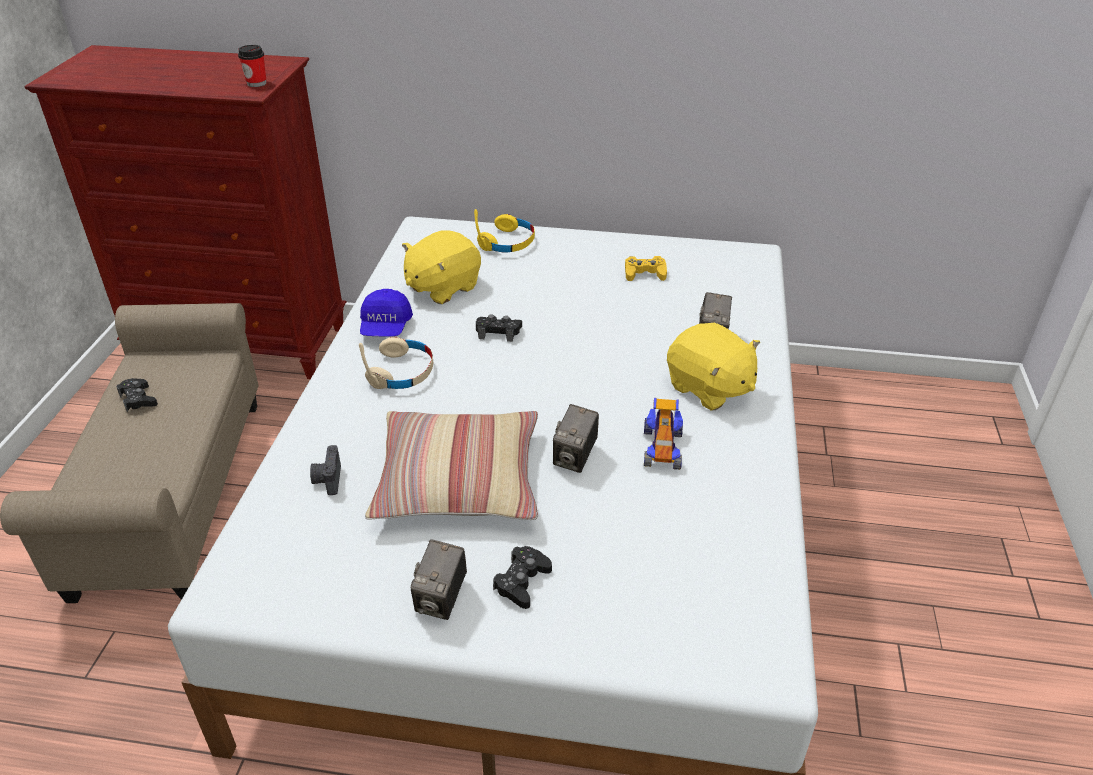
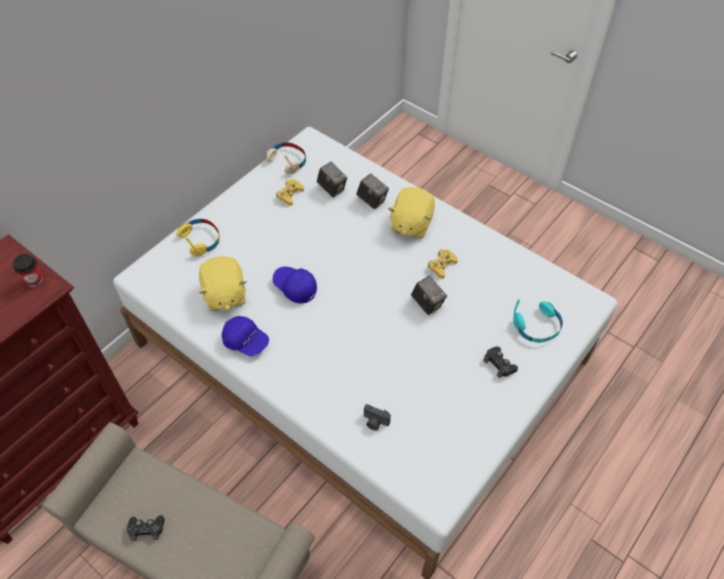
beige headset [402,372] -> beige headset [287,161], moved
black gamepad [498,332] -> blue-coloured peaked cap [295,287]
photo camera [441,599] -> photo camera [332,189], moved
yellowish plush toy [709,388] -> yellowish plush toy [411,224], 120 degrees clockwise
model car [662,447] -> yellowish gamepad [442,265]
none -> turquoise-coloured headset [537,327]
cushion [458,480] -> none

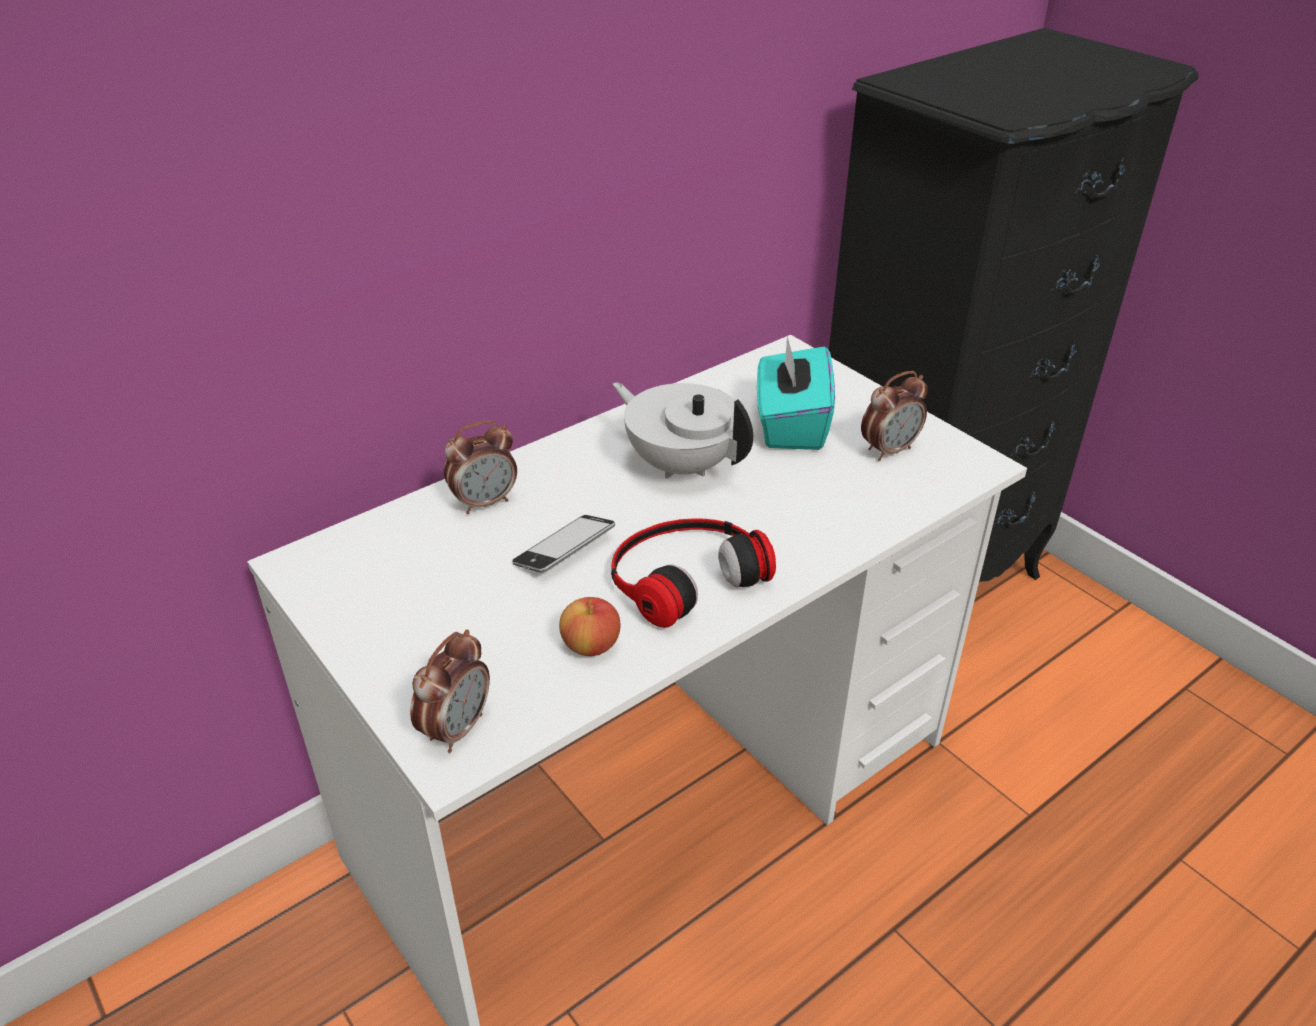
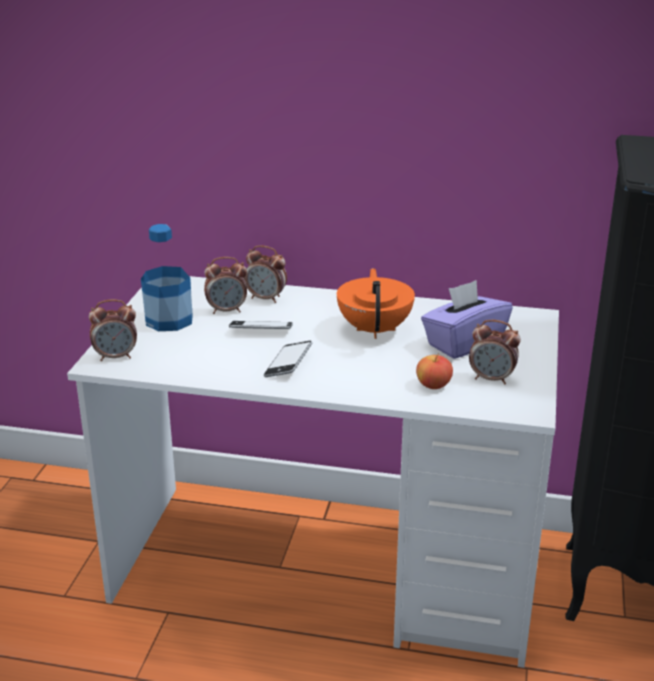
none -> bottle [169,320]
none -> table clock [227,310]
headset [683,574] -> phone [288,364]
white tea pot [681,464] -> orangey tea pot [375,329]
whole apple [591,645] -> whole apple [433,385], moved
turquoise-coloured tissue box [790,425] -> purple-coloured tissue box [464,343]

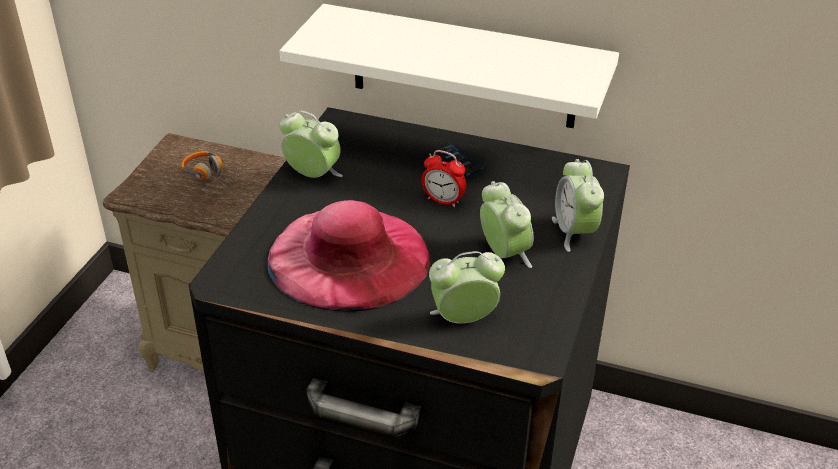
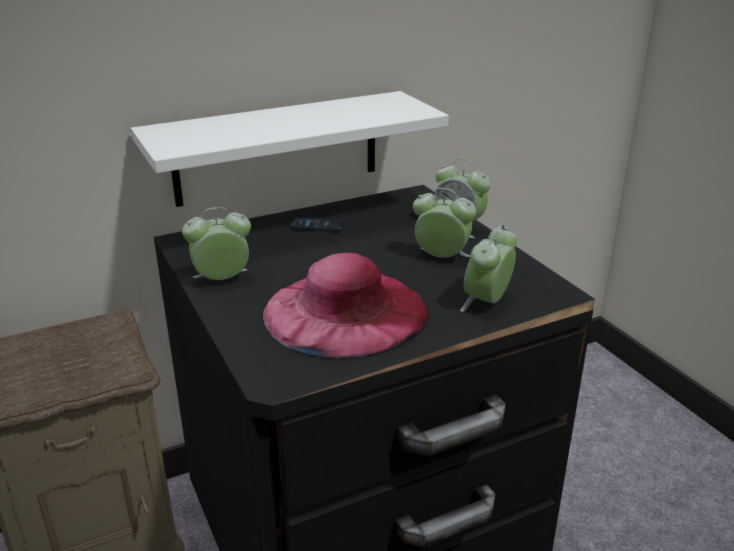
headset [211,177] -> none
table clock [443,201] -> none

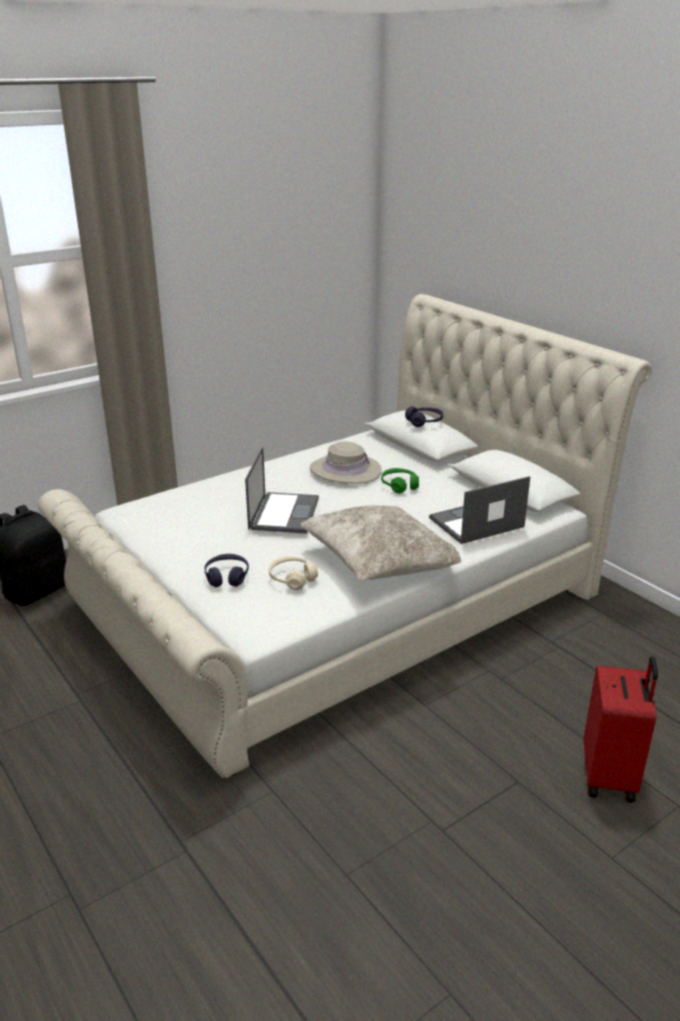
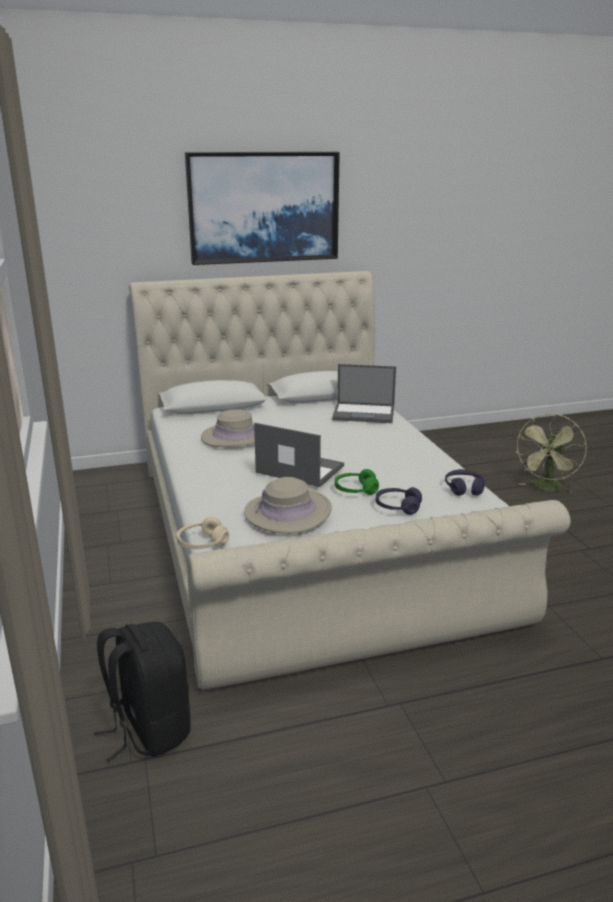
beige headset [292,579] -> beige headset [202,543], moved
none -> wall art [264,207]
none -> beige hat [288,512]
portable computer [475,523] -> portable computer [364,413], 75 degrees counterclockwise
green headset [399,485] -> green headset [356,490], moved
purple-coloured headset [424,422] -> purple-coloured headset [464,488], moved
reddish suitcase [610,776] -> green fan [546,489]
beige cushion [380,560] -> none

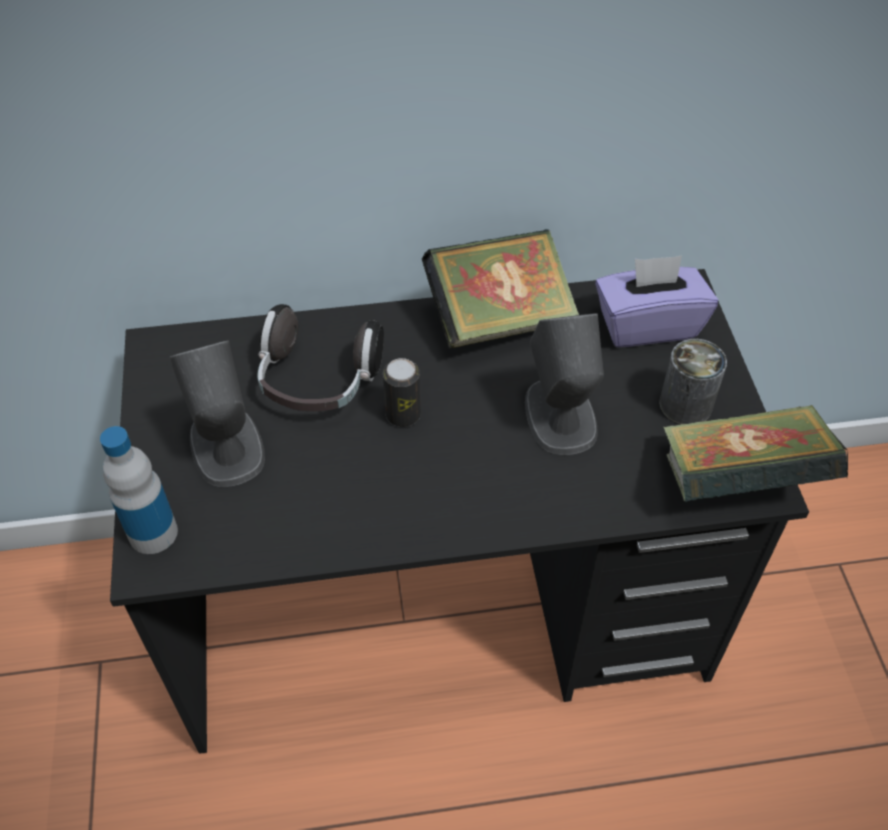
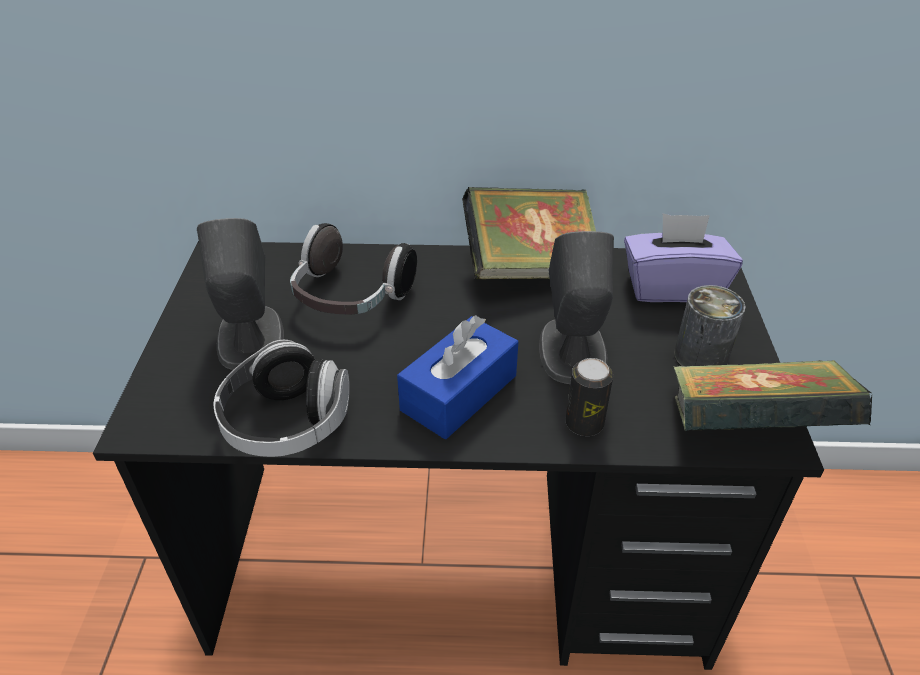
none -> headset [287,422]
none -> blue-coloured tissue box [459,393]
metal can [403,414] -> metal can [584,423], moved
bottle [153,533] -> none

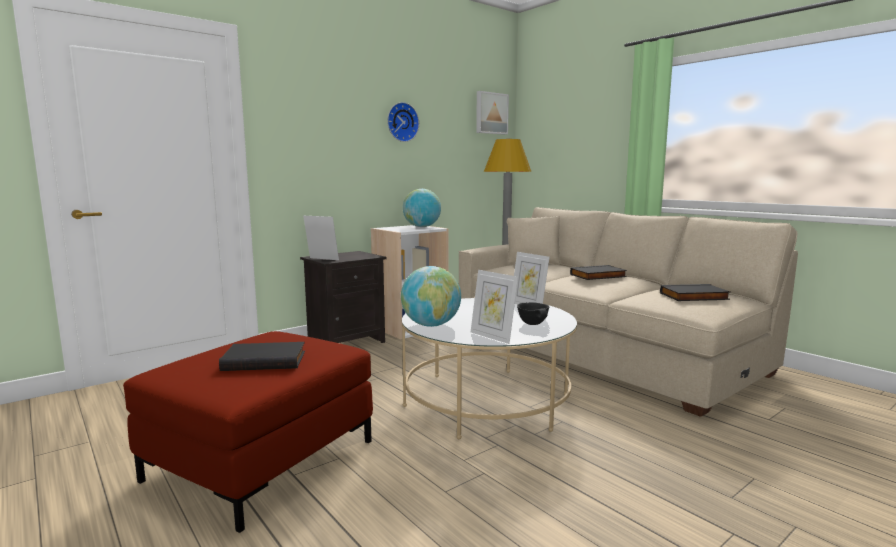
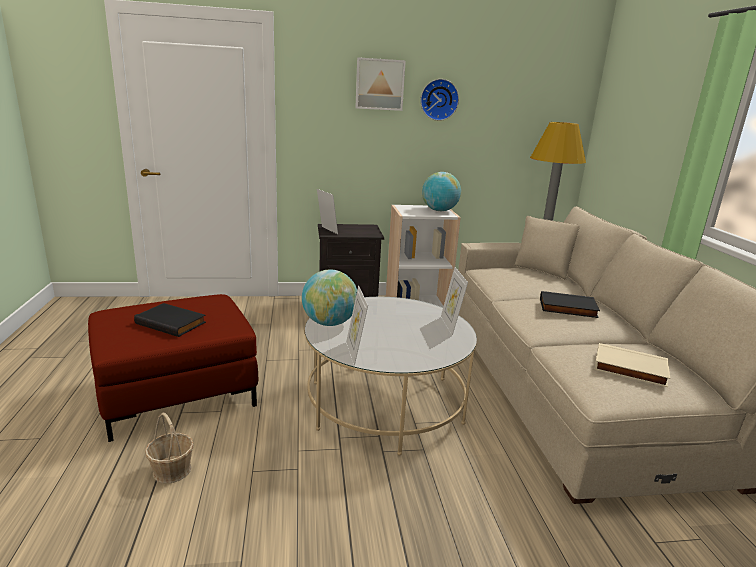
none -> basket [172,470]
wall art [491,113] -> wall art [379,84], moved
black volume [694,297] -> beige volume [629,369]
black bowl [533,324] -> none

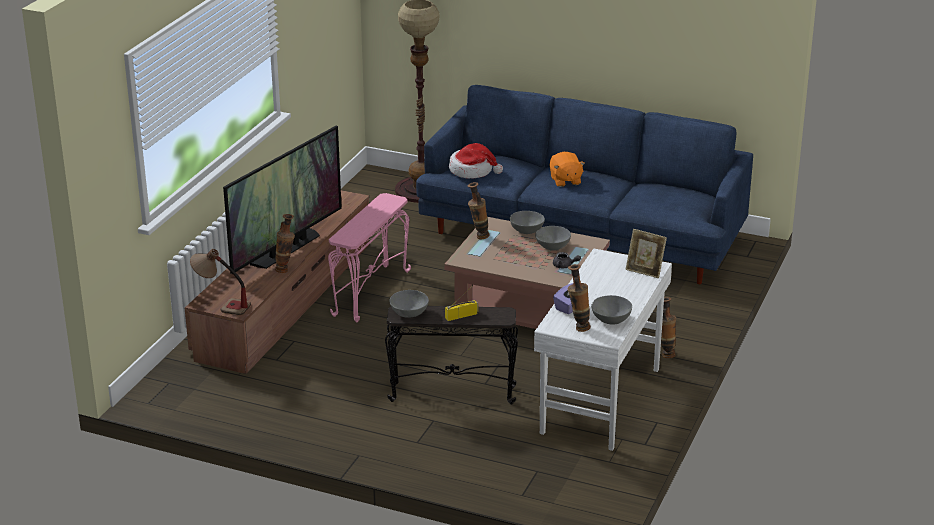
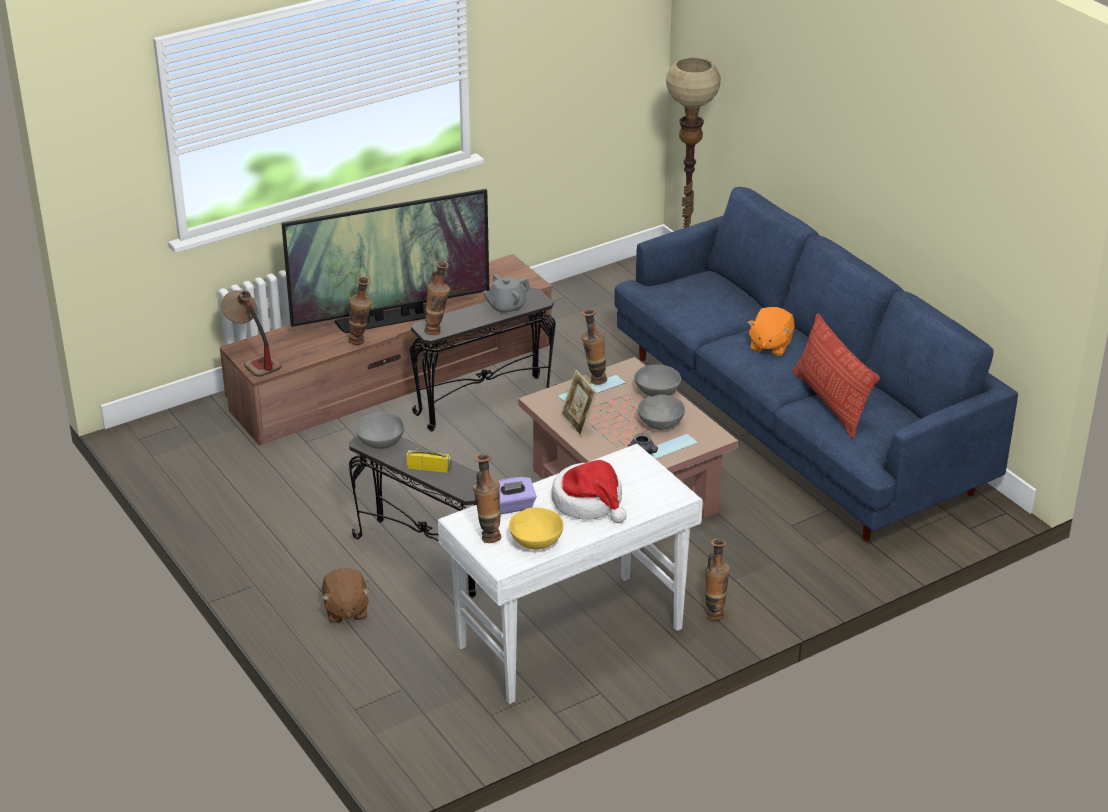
none -> brown plush toy [345,610]
pinkish accent table [371,293] -> black accent table [484,403]
none -> flower vase [438,331]
none -> greyish tea pot [506,307]
greyish bowl [611,320] -> yellowish bowl [536,542]
hat [472,171] -> hat [589,502], moved
standing frame [645,271] -> standing frame [578,424], moved
none -> cushion [830,402]

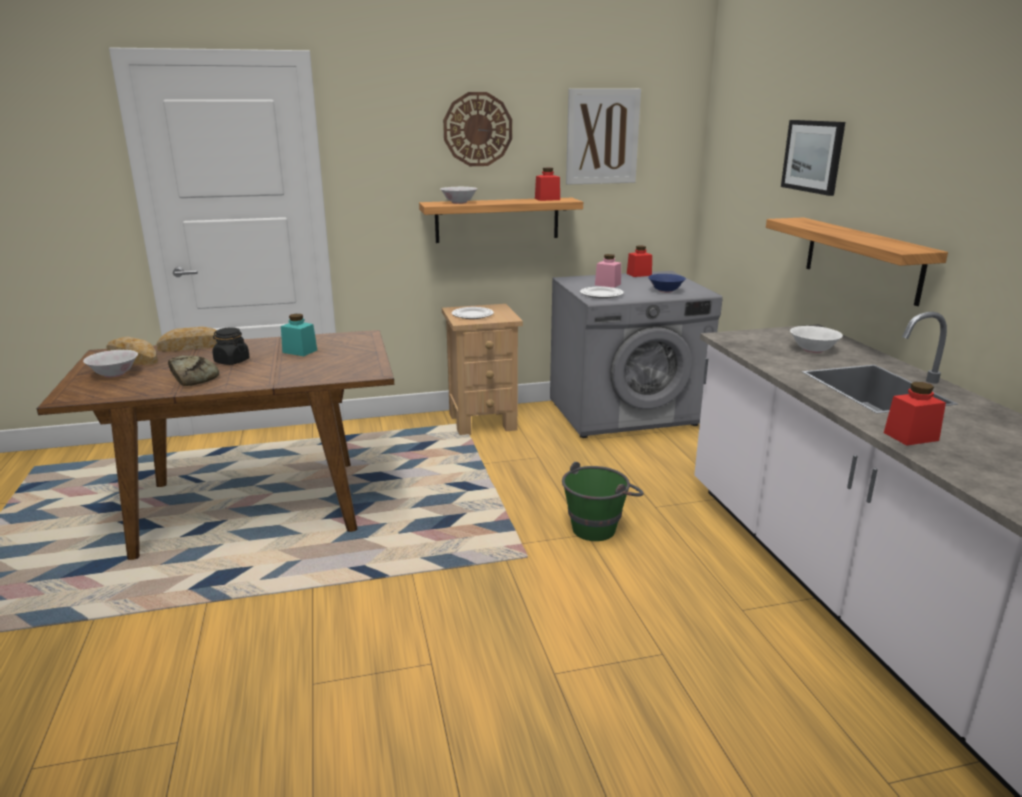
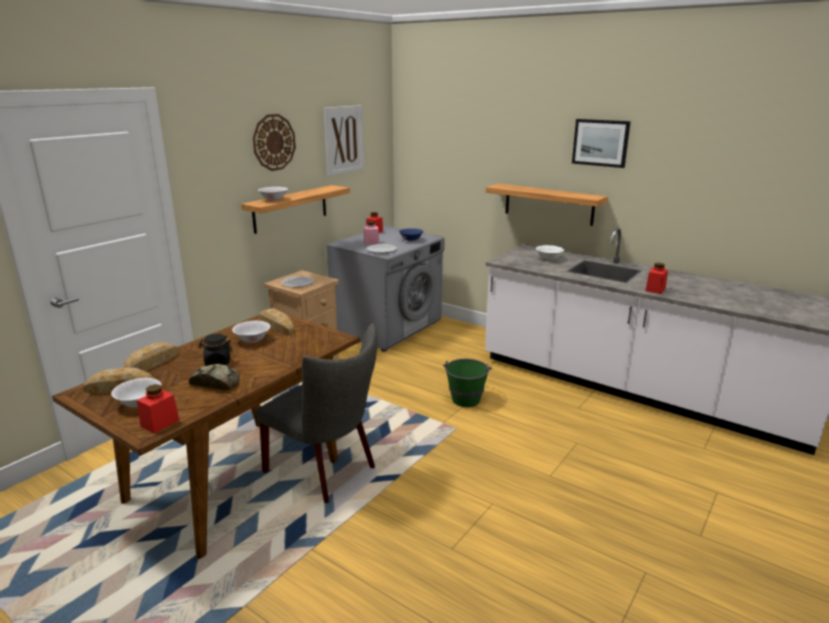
reddish storage jar [547,199] -> reddish storage jar [160,423], moved
turquoise-coloured storage jar [300,351] -> white bowl [253,340]
none -> greyish plain chair [326,471]
none -> bread [276,326]
wall art [813,156] -> wall art [600,142], moved

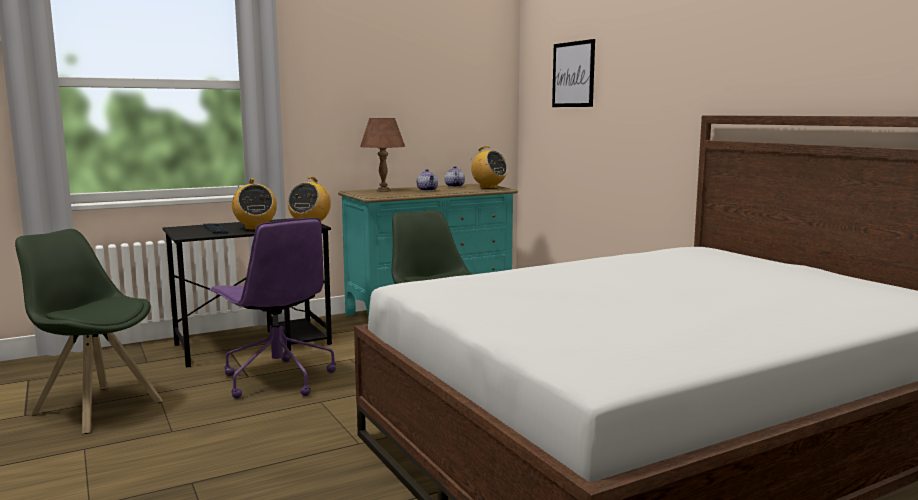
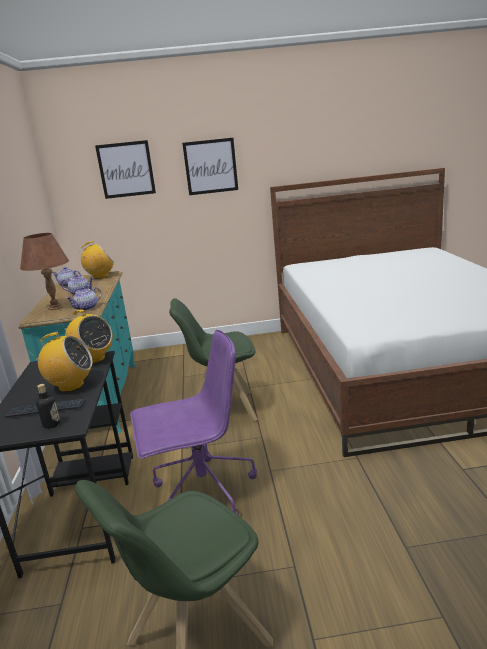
none -> bottle [51,424]
none -> tea pot [87,308]
none -> wall art [210,166]

